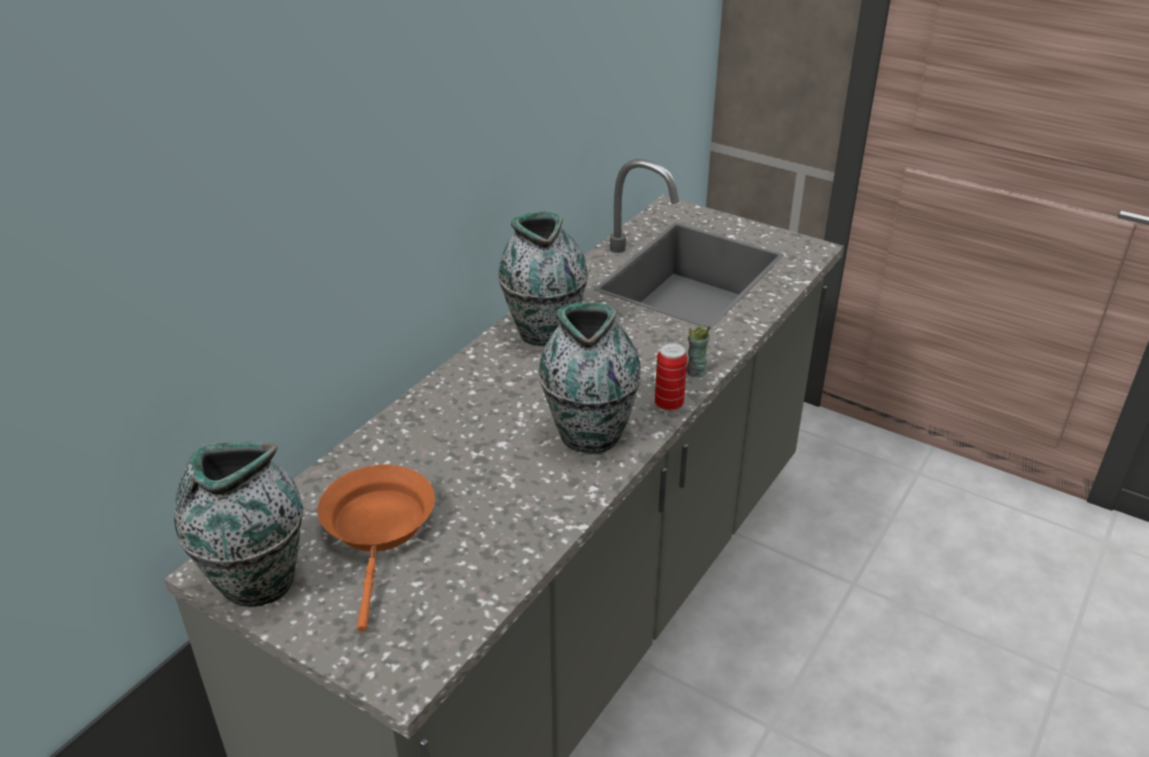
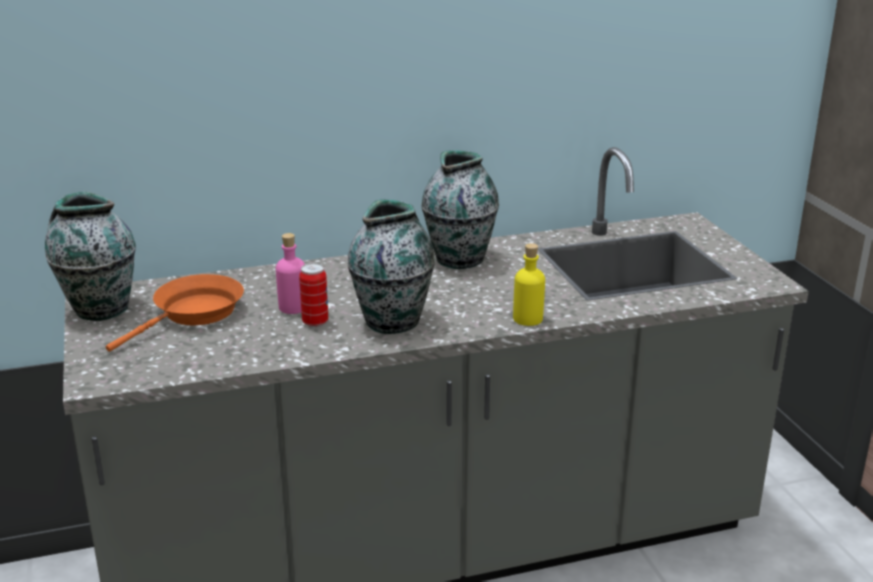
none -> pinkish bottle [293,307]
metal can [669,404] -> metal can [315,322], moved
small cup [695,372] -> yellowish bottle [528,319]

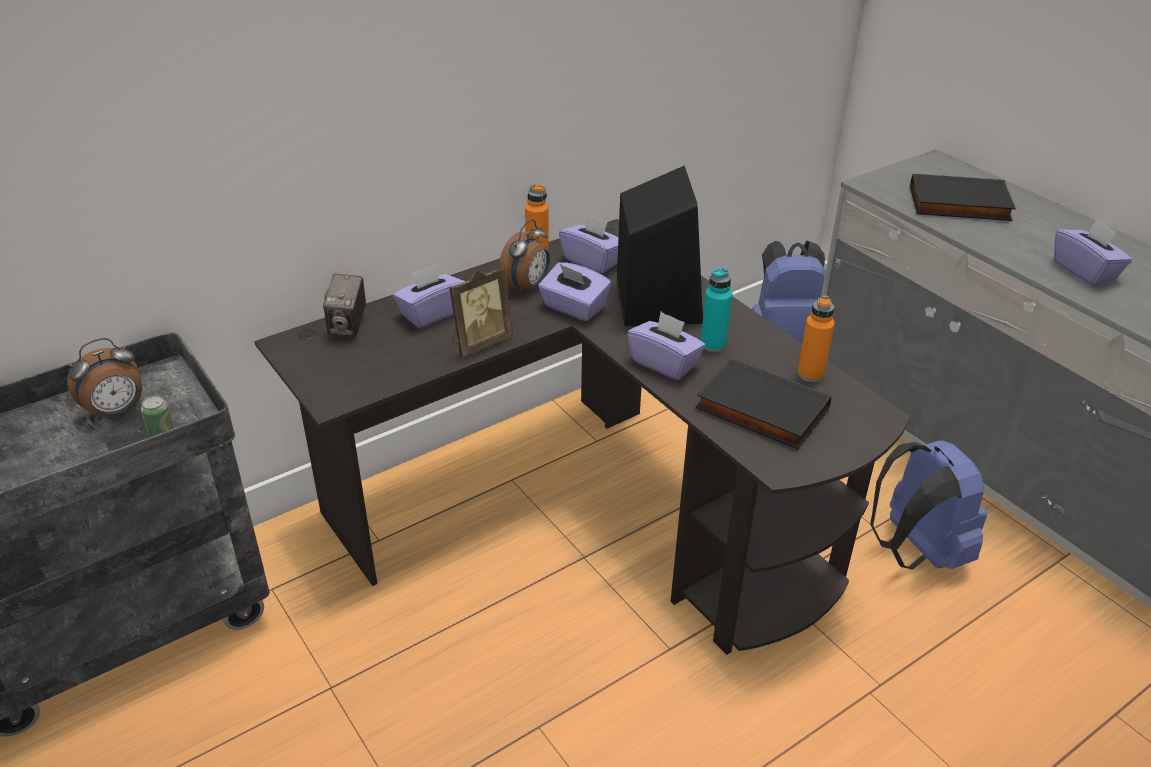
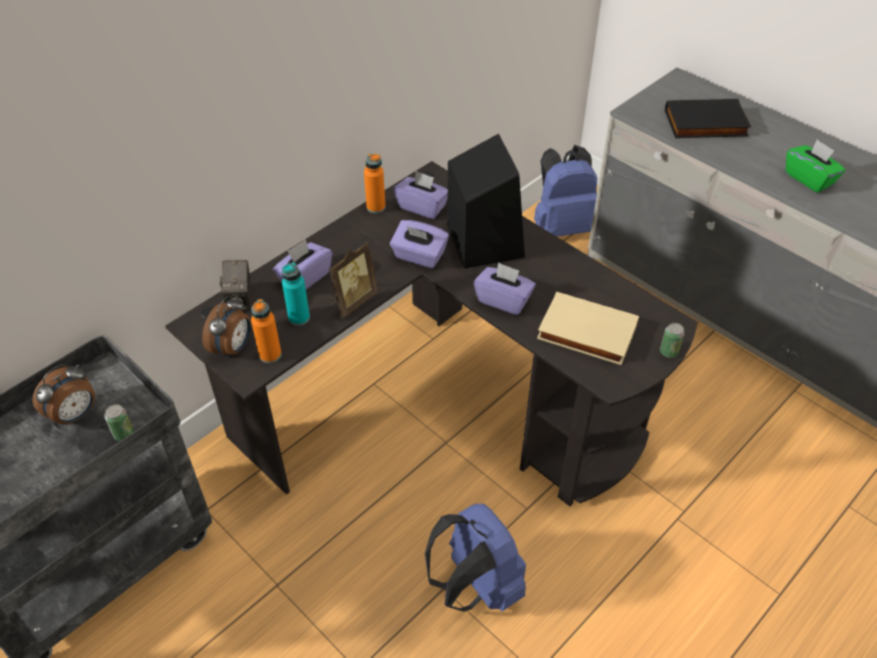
table clock [527,287] -> table clock [233,348], moved
orangey bottle [810,374] -> orangey bottle [270,355], moved
turquoise-coloured bottle [713,344] -> turquoise-coloured bottle [299,318], moved
blue-coloured knapsack [915,551] -> blue-coloured knapsack [475,586], moved
black volume [760,410] -> beige volume [585,333]
none -> metal can [668,352]
purple-coloured tissue box [1085,271] -> green tissue box [809,178]

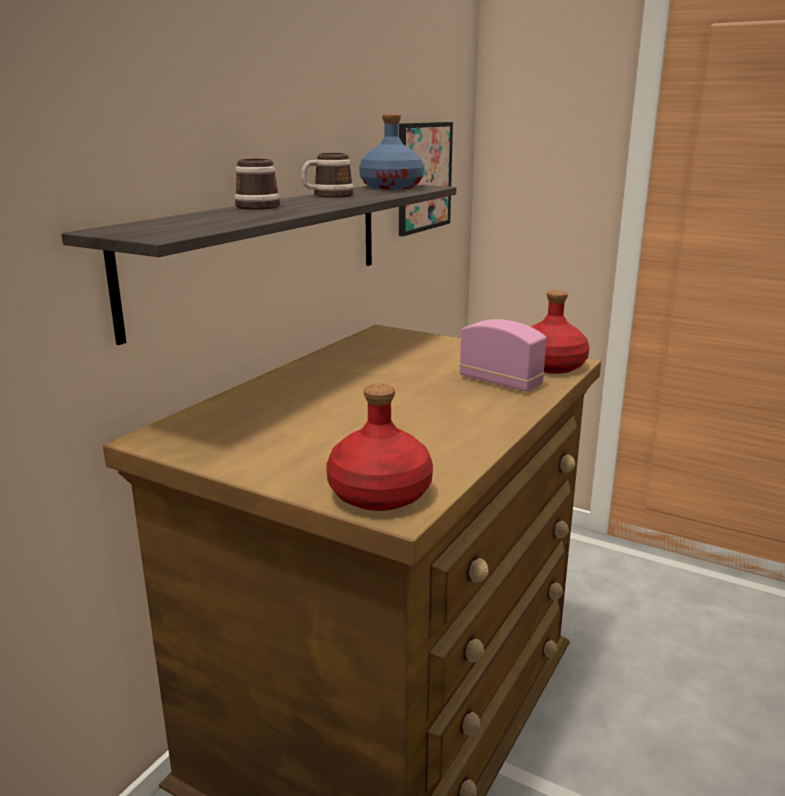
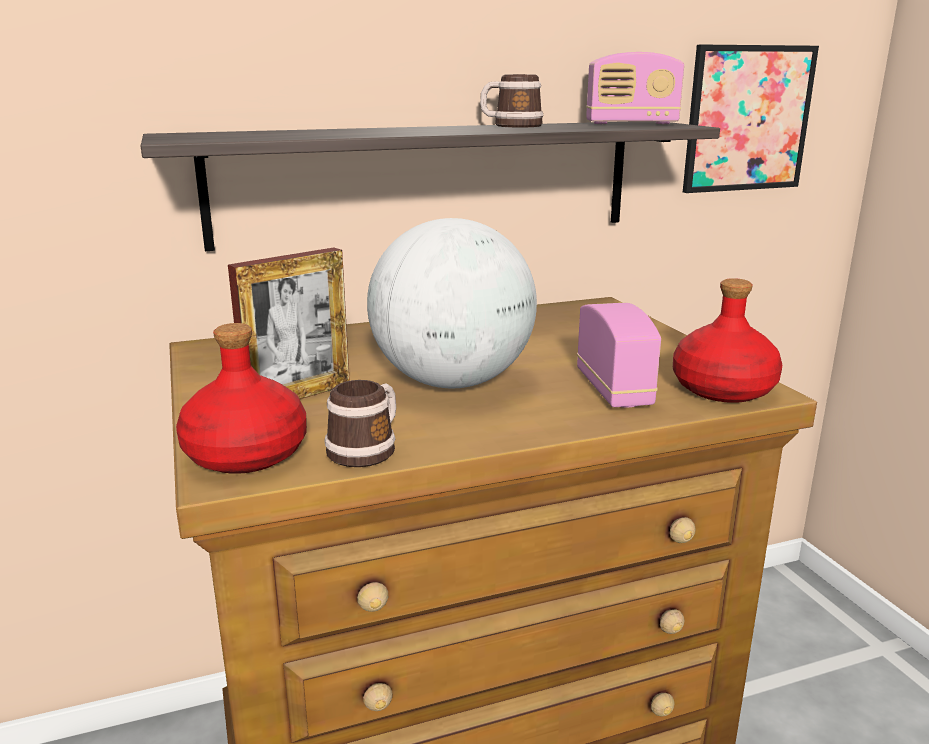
none -> standing frame [298,396]
tea mug [258,206] -> tea mug [367,448], moved
none -> desk globe [452,382]
blue-coloured bottle [391,187] -> radio set [631,123]

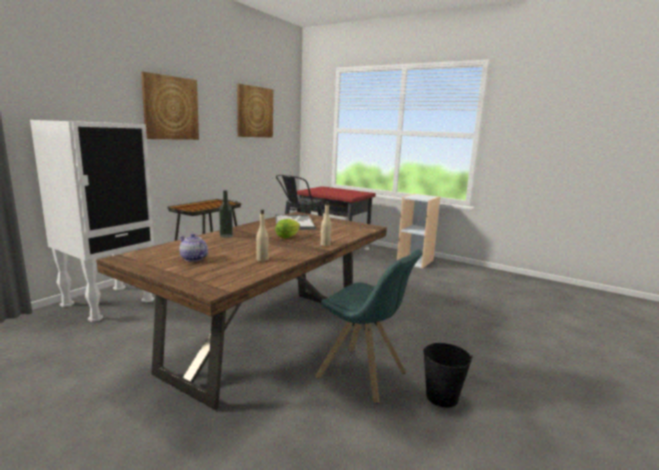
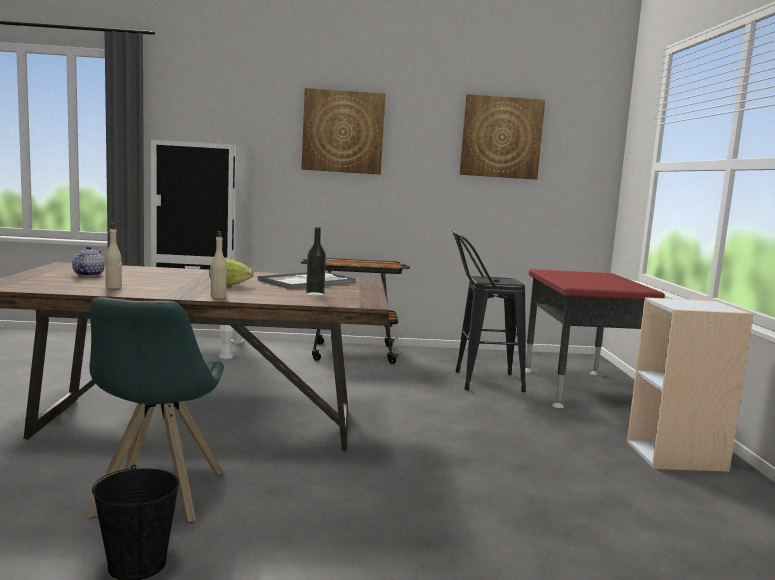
bottle [226,236] -> bottle [315,294], moved

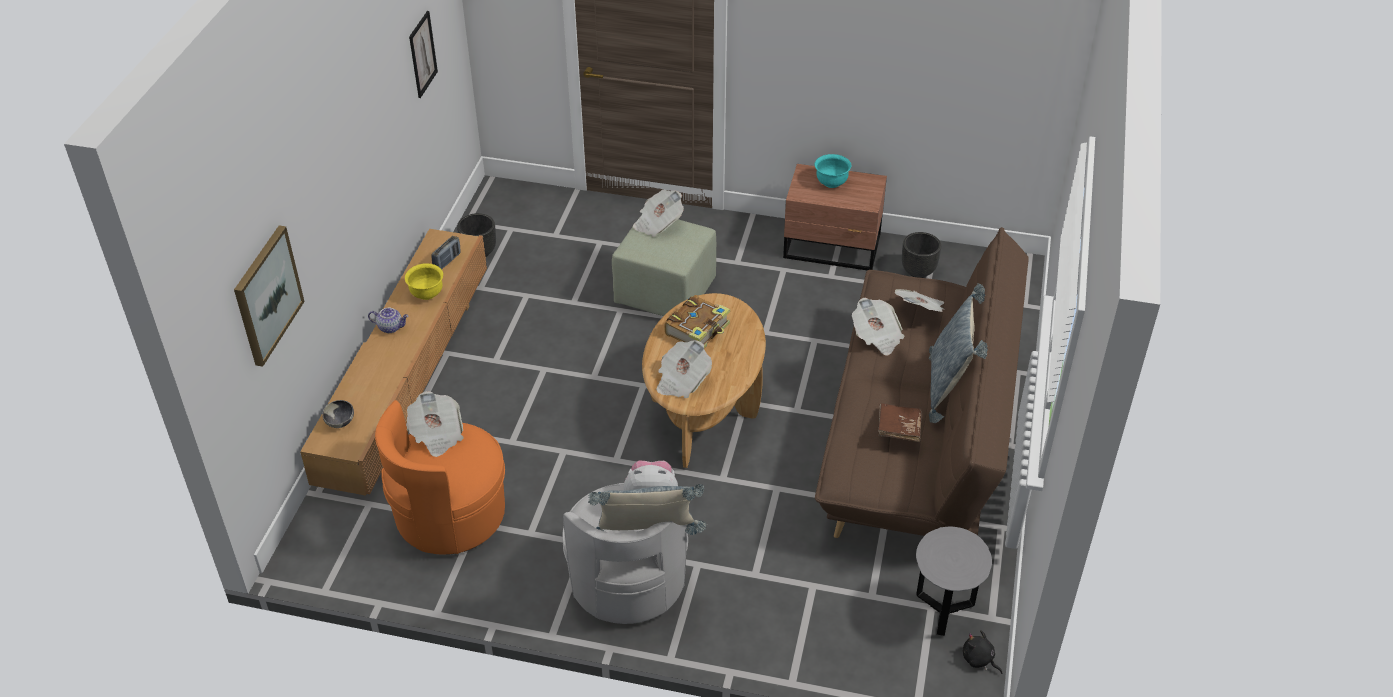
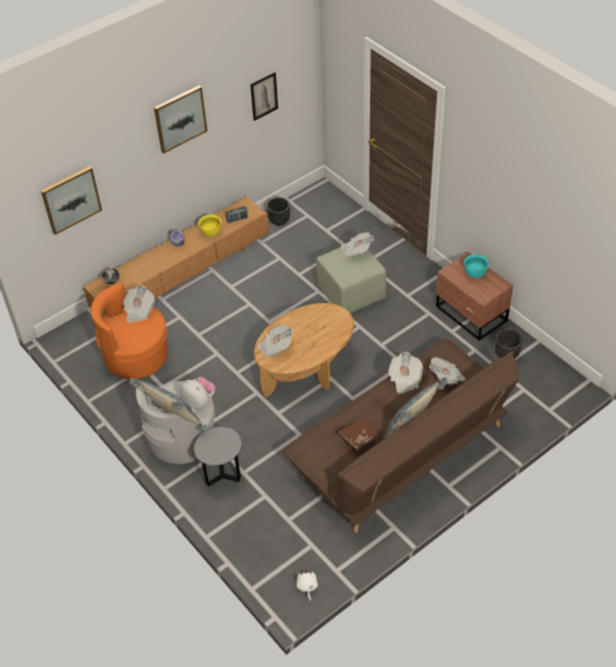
none -> wall art [180,118]
greyish accent table [943,611] -> greyish accent table [222,475], moved
black plush toy [979,660] -> white plush toy [307,587]
volume [698,330] -> none

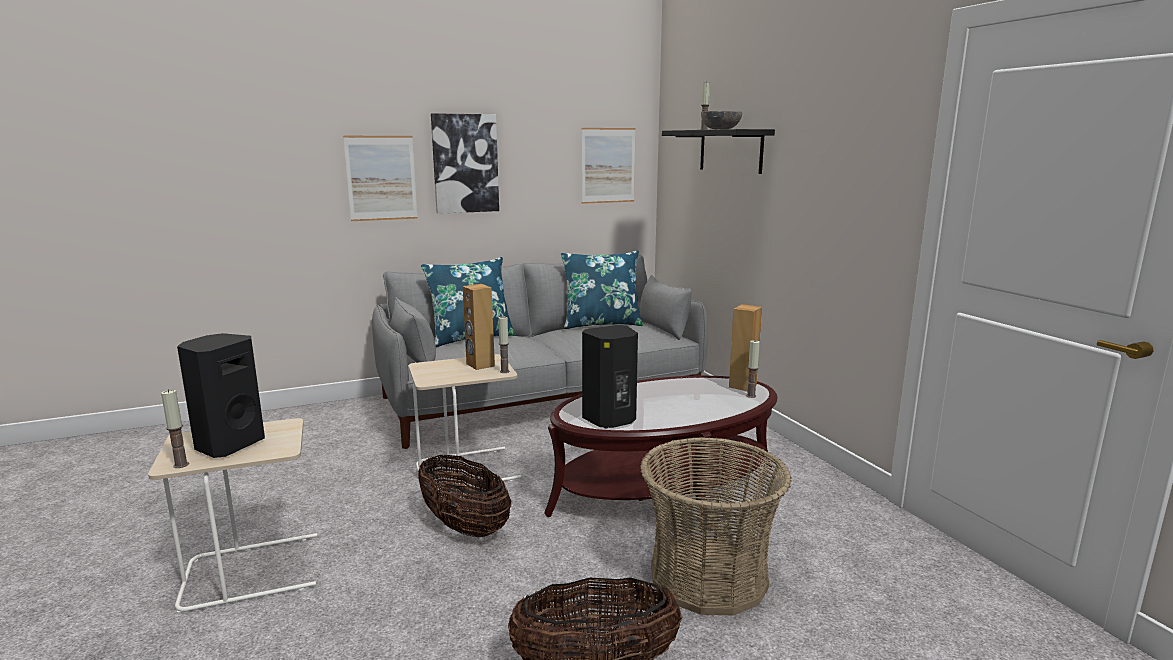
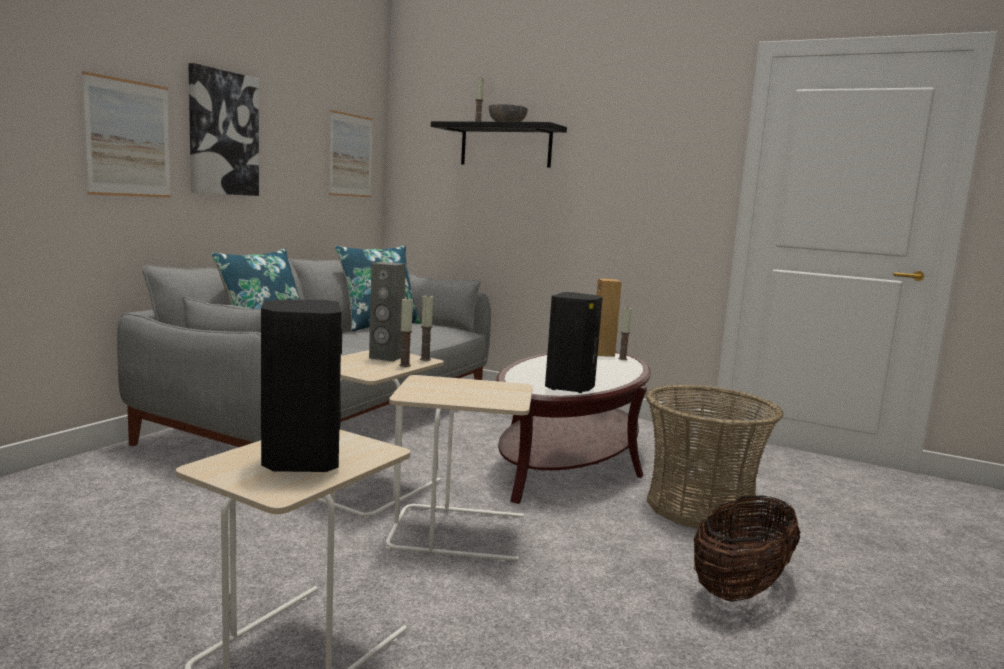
brown audio speaker [480,365] -> greyish audio speaker [386,357]
basket [464,526] -> beige accent table [459,532]
wax candle [181,465] -> wax candle [404,365], moved

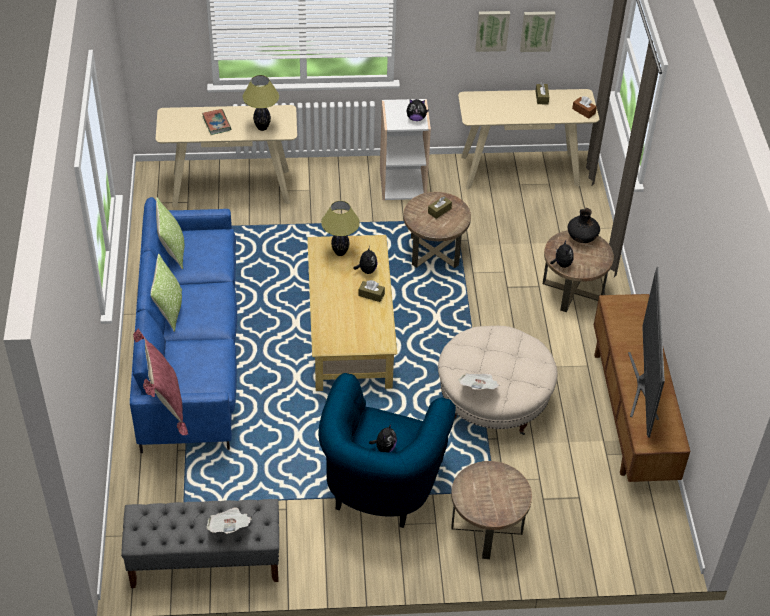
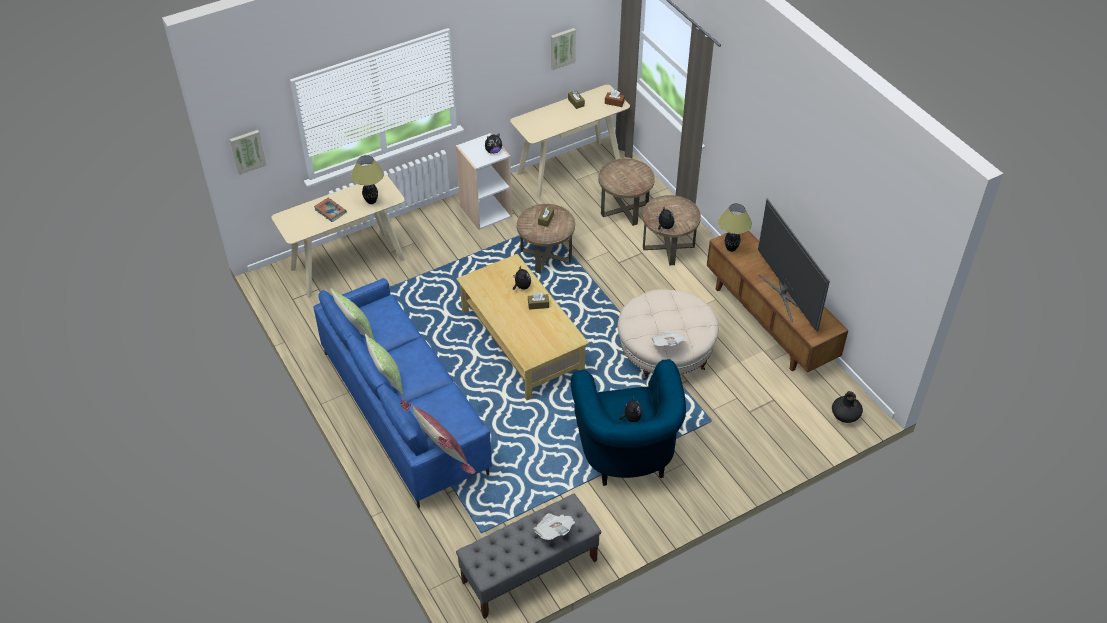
wall art [492,30] -> wall art [247,151], moved
brown accent table [486,528] -> brown accent table [624,209], moved
tabletop lamp [340,252] -> tabletop lamp [731,248], moved
black flower vase [582,238] -> black flower vase [845,416], moved

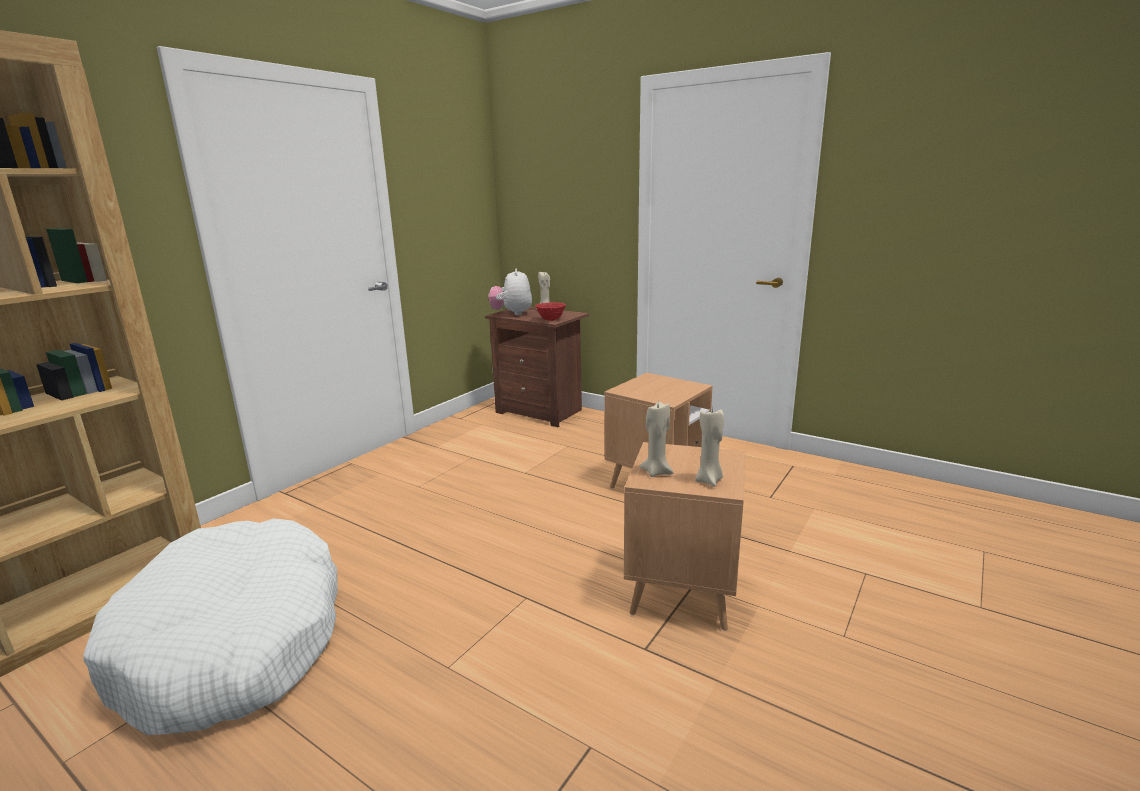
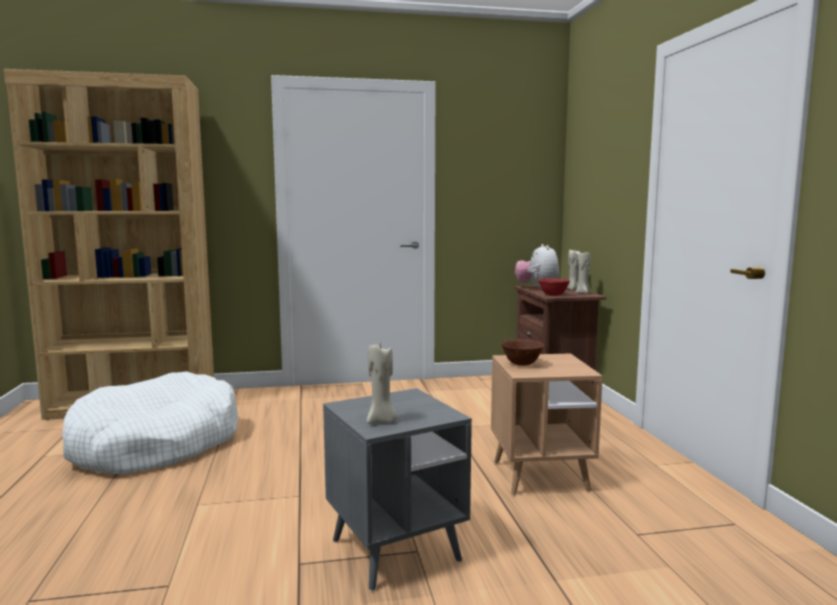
brown accent table [682,592] -> greyish accent table [395,550]
none -> brown bowl [522,364]
plush toy [512,314] -> plush toy [537,288], 45 degrees counterclockwise
beige wax candle [656,472] -> beige wax candle [583,293], moved

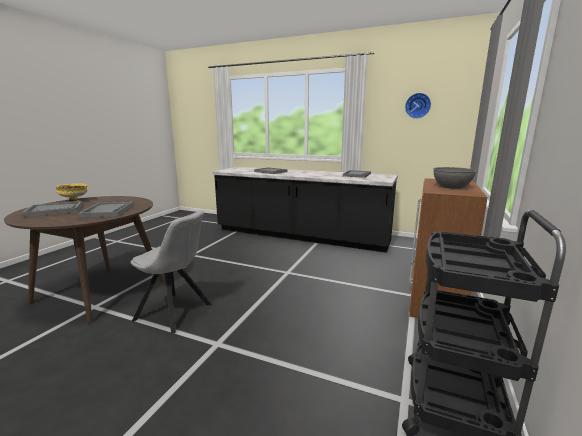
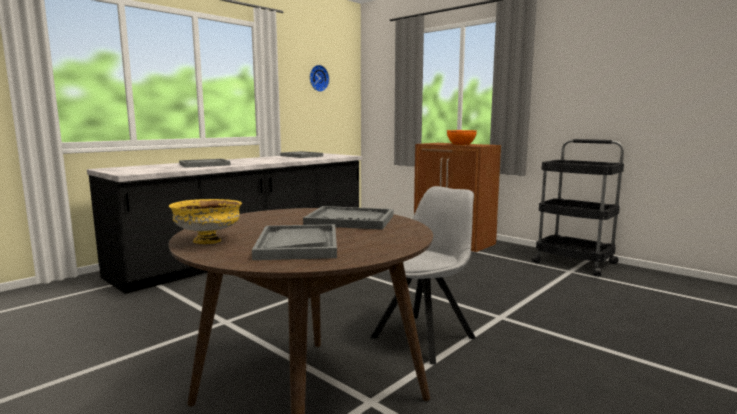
greyish bowl [451,186] -> orangey bowl [461,144]

